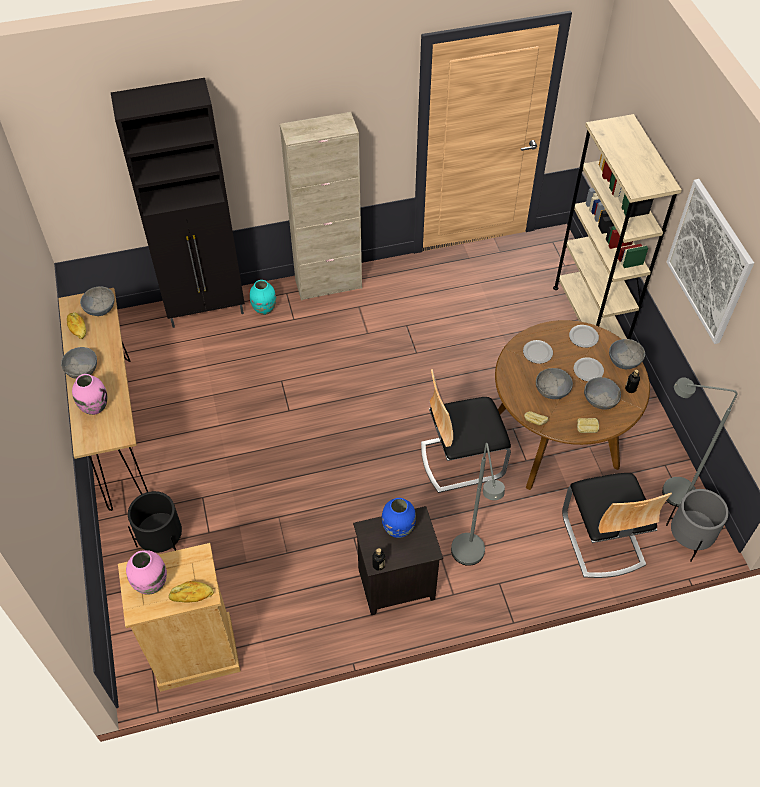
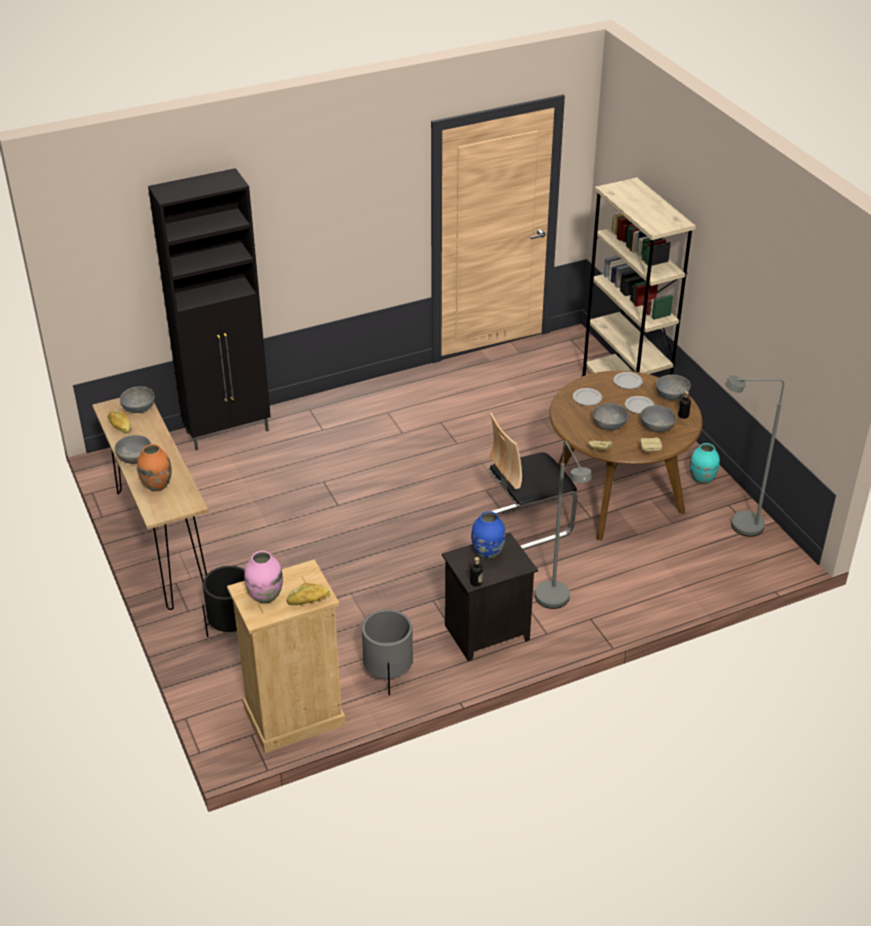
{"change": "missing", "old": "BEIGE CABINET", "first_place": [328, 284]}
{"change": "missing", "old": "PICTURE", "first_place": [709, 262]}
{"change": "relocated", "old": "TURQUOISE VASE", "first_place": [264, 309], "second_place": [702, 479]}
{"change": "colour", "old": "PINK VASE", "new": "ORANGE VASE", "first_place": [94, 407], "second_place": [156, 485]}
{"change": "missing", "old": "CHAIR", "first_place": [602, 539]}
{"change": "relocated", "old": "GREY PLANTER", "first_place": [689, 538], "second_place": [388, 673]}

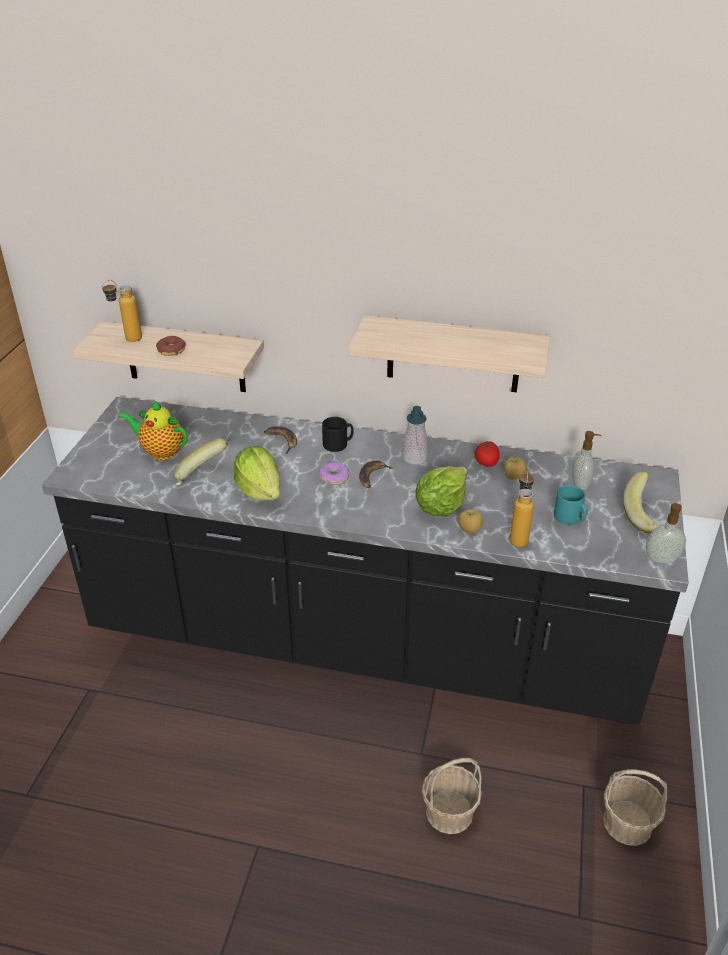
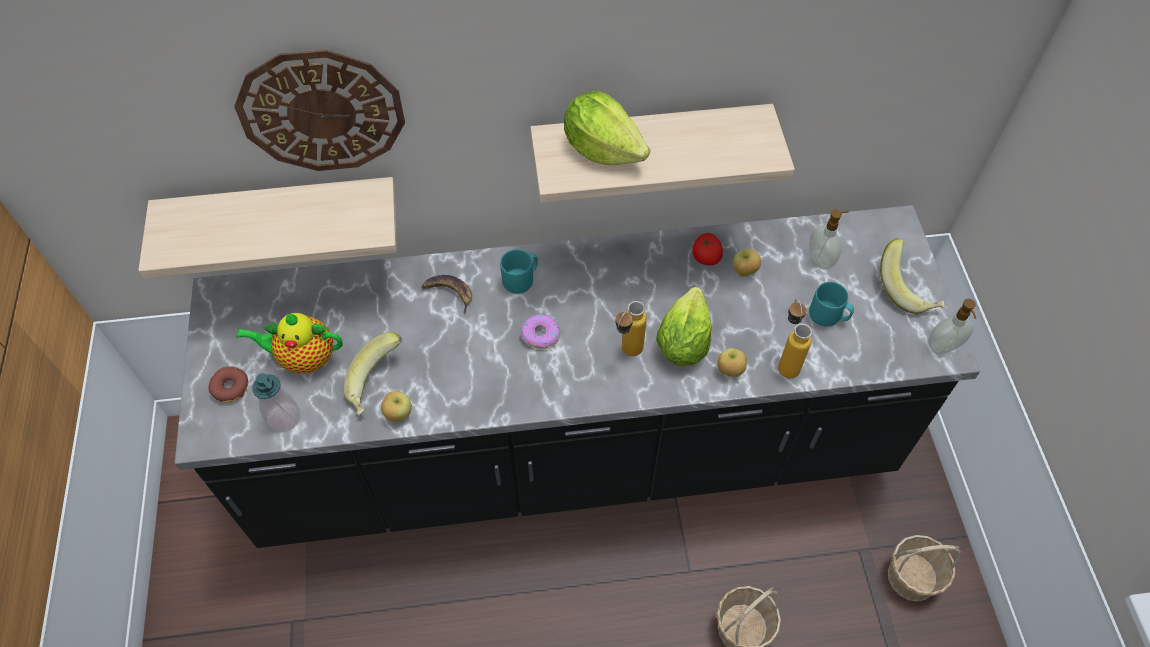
{"change": "relocated", "old": "BOTTLE", "first_place": [127, 340], "second_place": [627, 354]}
{"change": "relocated", "old": "DONUT", "first_place": [171, 350], "second_place": [231, 388]}
{"change": "relocated", "old": "SOAP DISPENSER", "first_place": [414, 458], "second_place": [283, 418]}
{"change": "colour", "old": "BLACK MUG", "new": "TURQUOISE MUG", "first_place": [338, 444], "second_place": [521, 279]}
{"change": "relocated", "old": "LETTUCE", "first_place": [260, 490], "second_place": [602, 149]}
{"change": "missing", "old": "BANANA", "first_place": [373, 476]}
{"change": "appeared", "new": "WALL CLOCK", "second_place": [321, 111]}
{"change": "appeared", "new": "APPLE", "second_place": [398, 413]}

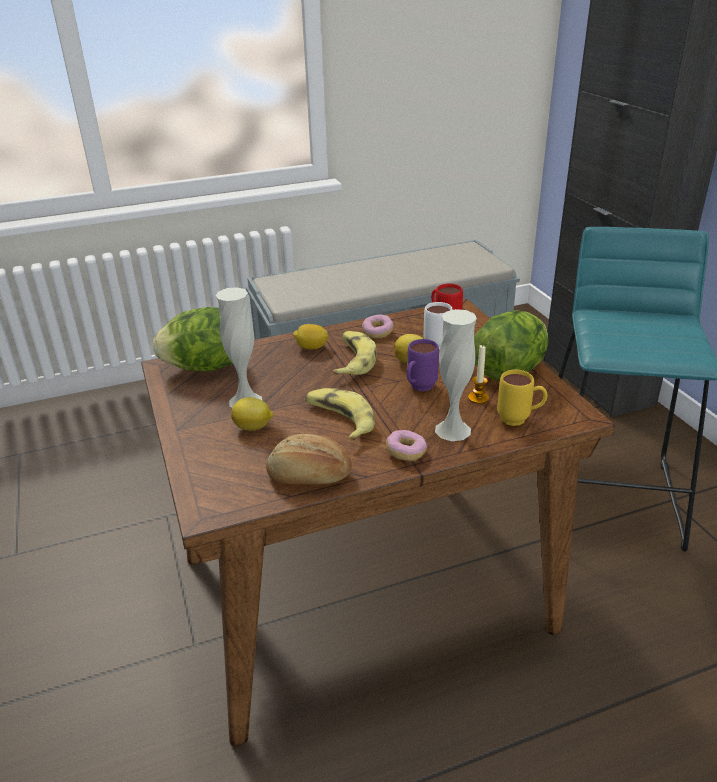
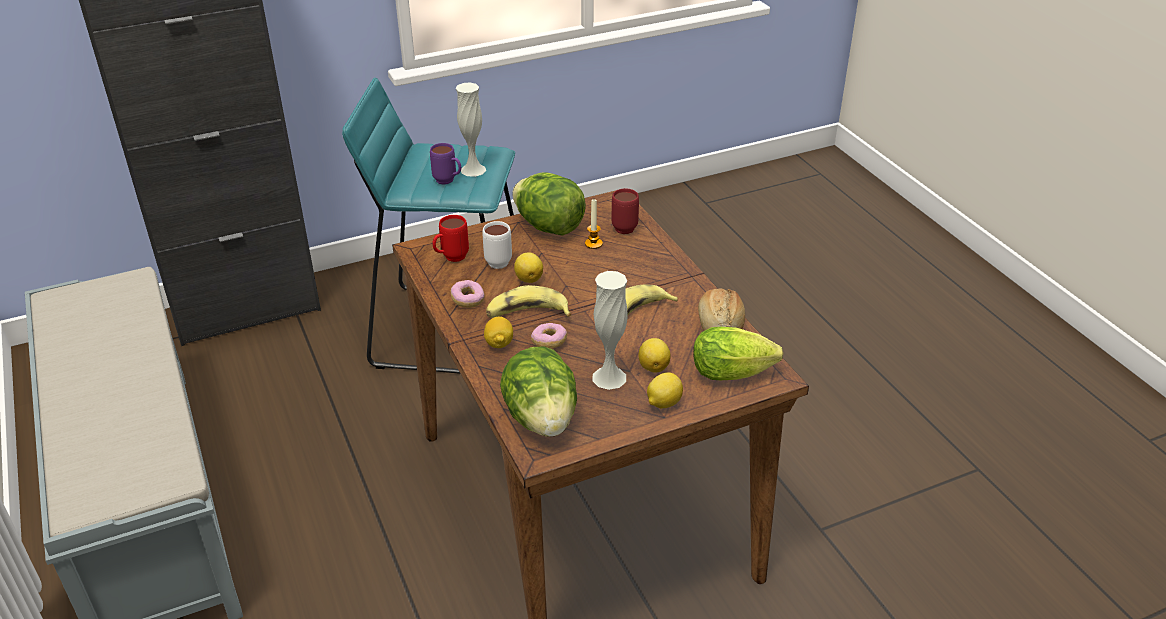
{"change": "relocated", "old": "WHITE VASE", "first_place": [453, 430], "second_place": [473, 170]}
{"change": "relocated", "old": "PURPLE MUG", "first_place": [418, 389], "second_place": [448, 181]}
{"change": "colour", "old": "YELLOW MUG", "new": "RED MUG", "first_place": [519, 420], "second_place": [625, 226]}
{"change": "relocated", "old": "DONUT", "first_place": [406, 452], "second_place": [549, 342]}
{"change": "appeared", "new": "LETTUCE", "second_place": [736, 373]}
{"change": "appeared", "new": "LEMON", "second_place": [663, 403]}

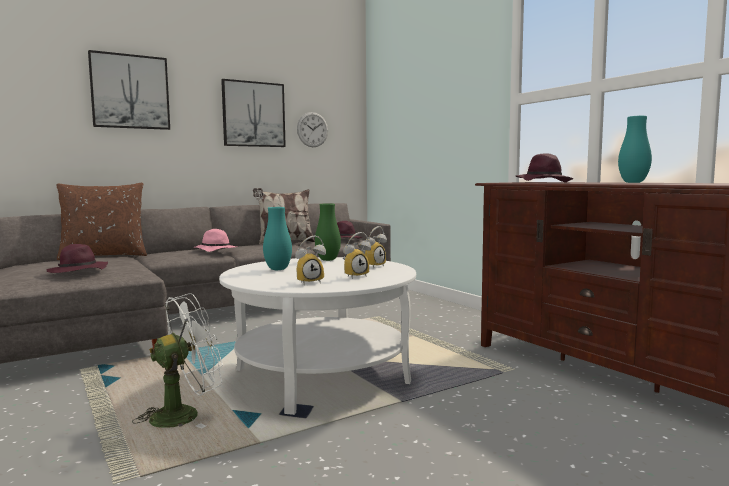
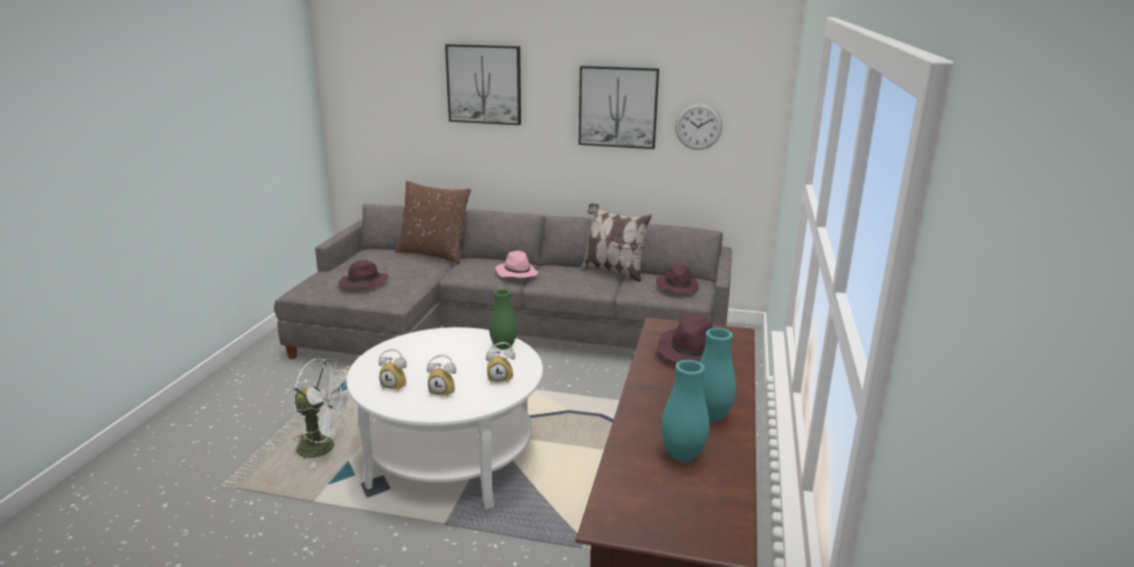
{"change": "relocated", "old": "TURQUOISE VASE", "first_place": [278, 269], "second_place": [682, 455]}

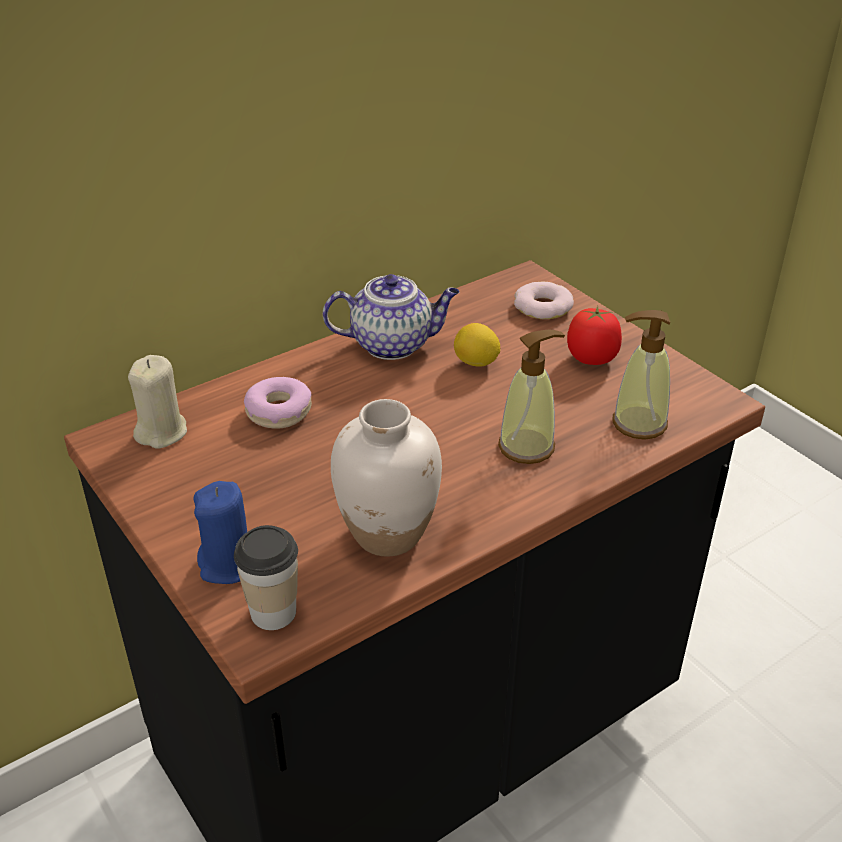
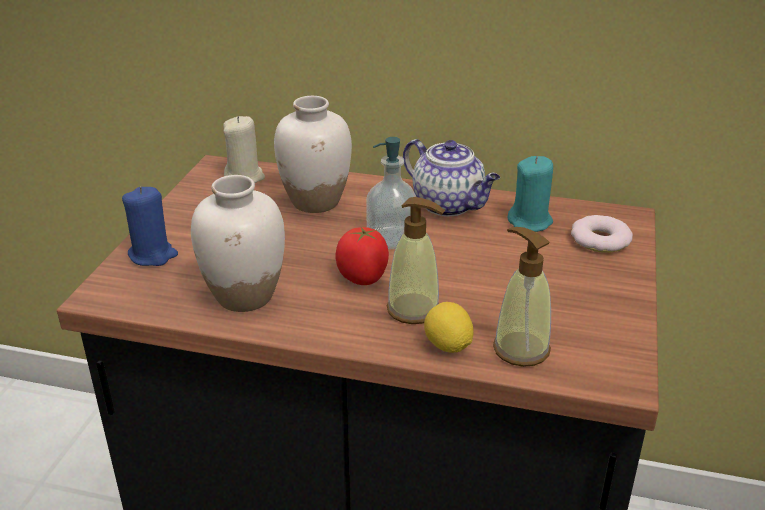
{"change": "relocated", "old": "TOMATO", "first_place": [592, 358], "second_place": [363, 278]}
{"change": "relocated", "old": "LEMON", "first_place": [476, 363], "second_place": [447, 346]}
{"change": "exchanged", "old": "DONUT", "new": "WHITE VASE", "first_place": [279, 411], "second_place": [316, 202]}
{"change": "missing", "old": "CUP", "first_place": [273, 612]}
{"change": "appeared", "new": "SOAP DISPENSER", "second_place": [392, 240]}
{"change": "appeared", "new": "TURQUOISE CANDLE", "second_place": [530, 222]}

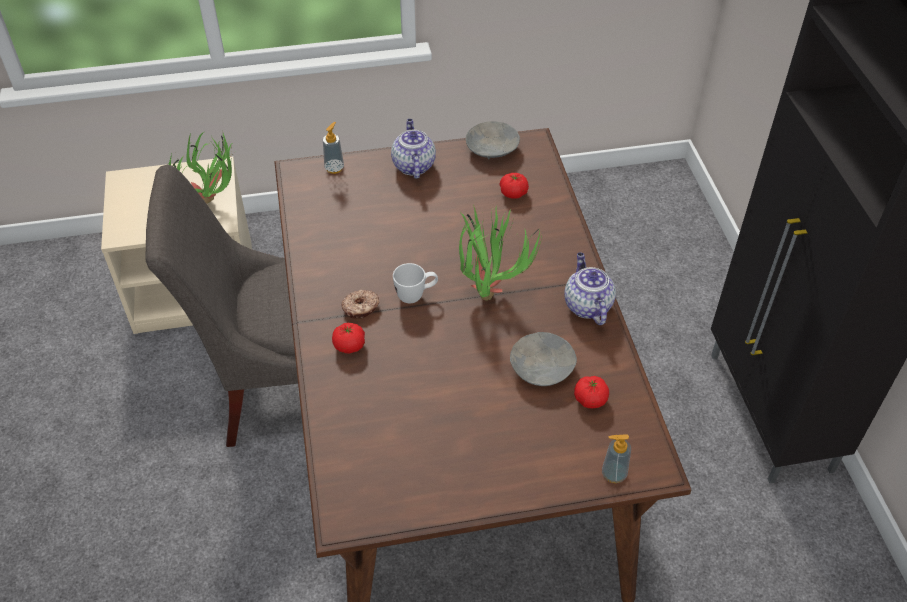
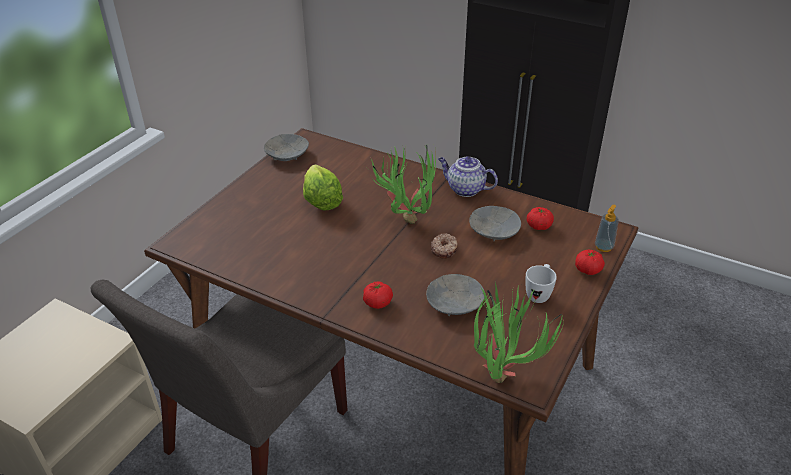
{"change": "missing", "old": "TEAPOT", "first_place": [413, 165]}
{"change": "missing", "old": "SOAP DISPENSER", "first_place": [334, 168]}
{"change": "relocated", "old": "POTTED PLANT", "first_place": [215, 202], "second_place": [503, 371]}
{"change": "relocated", "old": "TOMATO", "first_place": [513, 193], "second_place": [588, 270]}
{"change": "relocated", "old": "WHITE MUG", "first_place": [416, 295], "second_place": [539, 294]}
{"change": "relocated", "old": "DONUT", "first_place": [361, 308], "second_place": [444, 249]}
{"change": "appeared", "new": "LETTUCE", "second_place": [321, 200]}
{"change": "appeared", "new": "GREY BOWL", "second_place": [454, 303]}

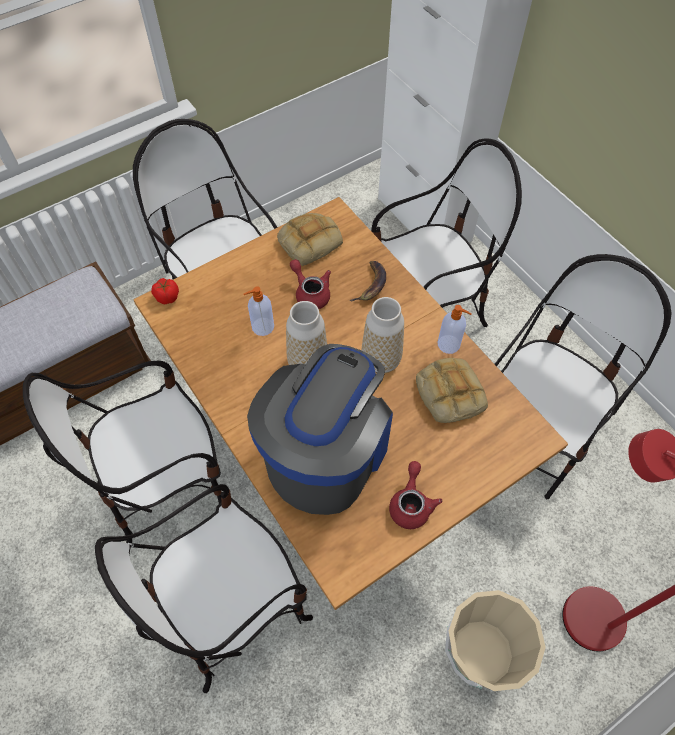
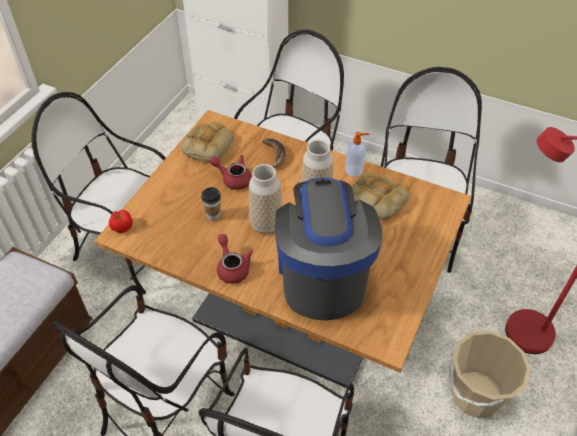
{"change": "exchanged", "old": "SOAP DISPENSER", "new": "CUP", "first_place": [262, 327], "second_place": [213, 215]}
{"change": "relocated", "old": "RED TEAPOT", "first_place": [411, 504], "second_place": [232, 267]}

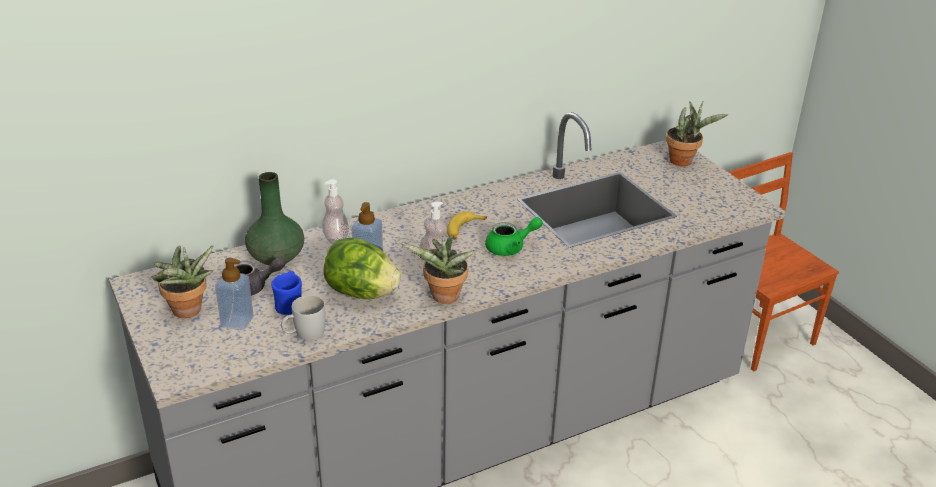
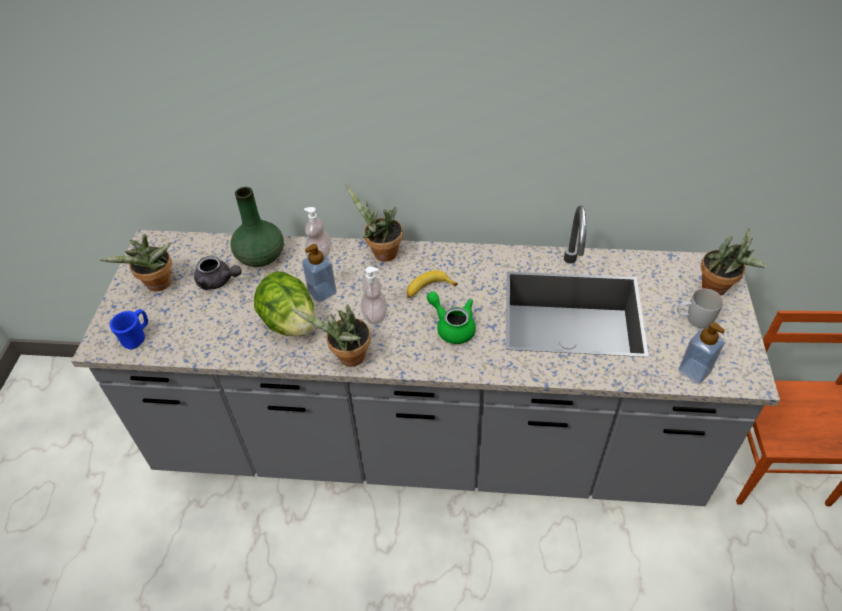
{"change": "spun", "old": "GREEN TEAPOT", "first_place": [510, 248], "second_place": [452, 327], "degrees": -150}
{"change": "relocated", "old": "SOAP DISPENSER", "first_place": [237, 321], "second_place": [694, 371]}
{"change": "relocated", "old": "BLUE MUG", "first_place": [290, 305], "second_place": [137, 337]}
{"change": "relocated", "old": "WHITE MUG", "first_place": [304, 334], "second_place": [693, 319]}
{"change": "appeared", "new": "POTTED PLANT", "second_place": [381, 253]}

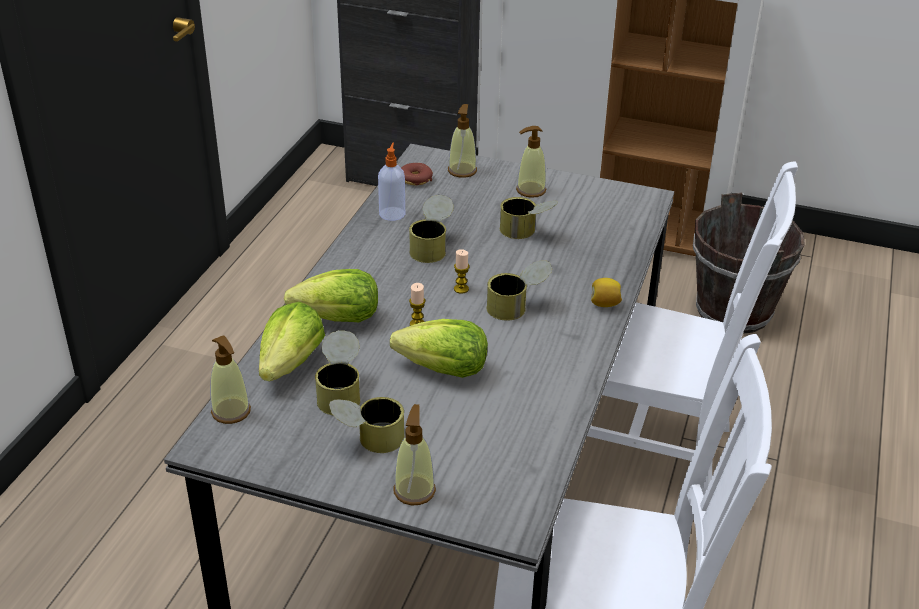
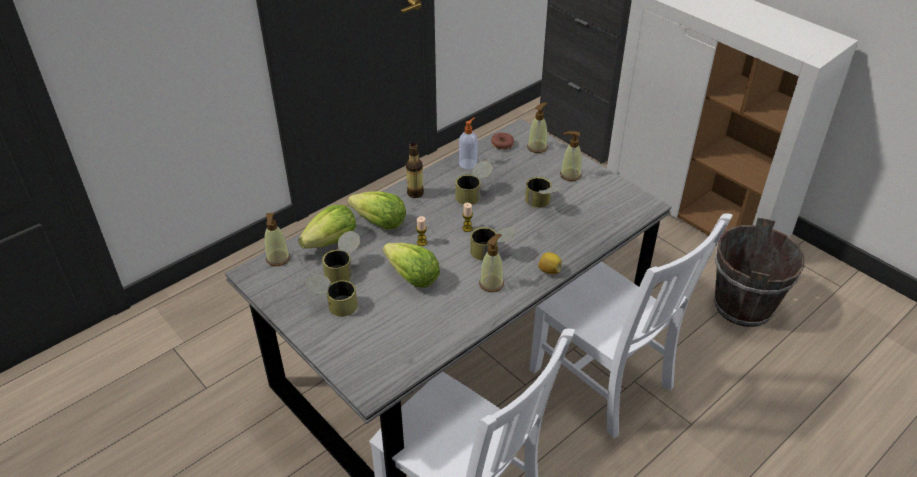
{"change": "relocated", "old": "SOAP DISPENSER", "first_place": [414, 490], "second_place": [491, 283]}
{"change": "appeared", "new": "BOTTLE", "second_place": [415, 193]}

